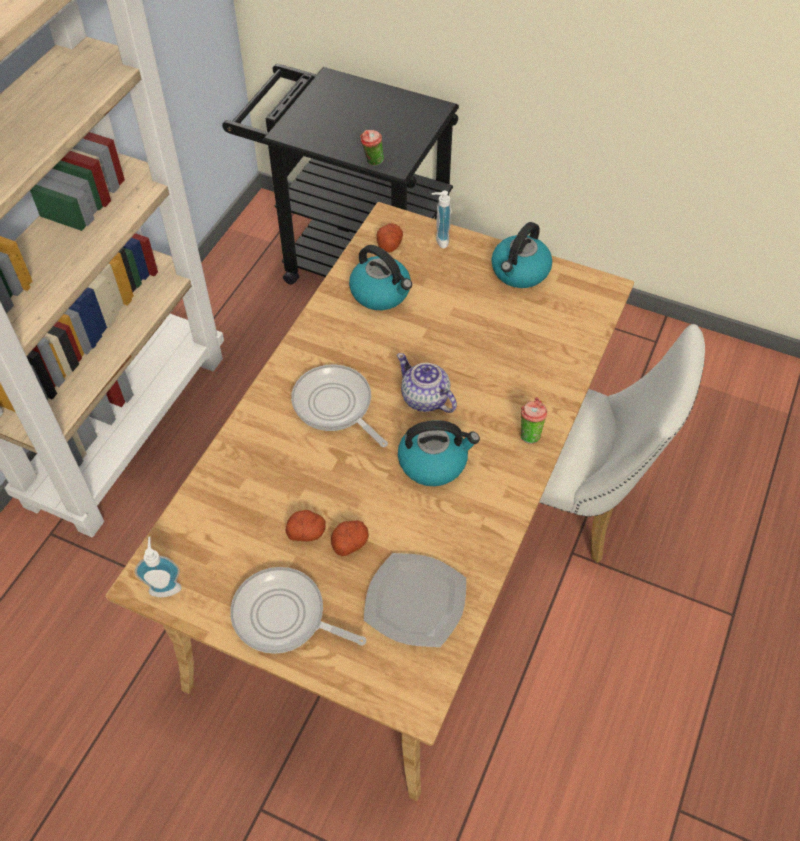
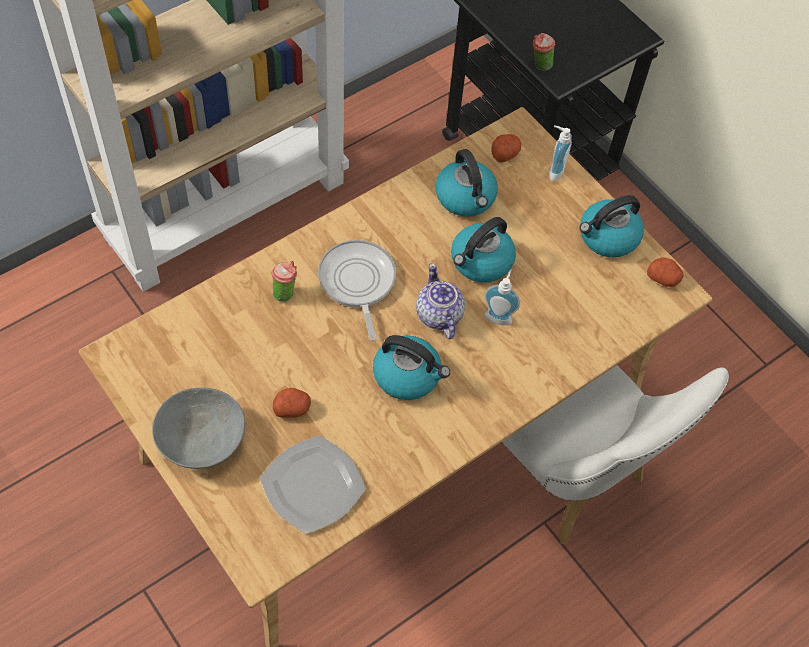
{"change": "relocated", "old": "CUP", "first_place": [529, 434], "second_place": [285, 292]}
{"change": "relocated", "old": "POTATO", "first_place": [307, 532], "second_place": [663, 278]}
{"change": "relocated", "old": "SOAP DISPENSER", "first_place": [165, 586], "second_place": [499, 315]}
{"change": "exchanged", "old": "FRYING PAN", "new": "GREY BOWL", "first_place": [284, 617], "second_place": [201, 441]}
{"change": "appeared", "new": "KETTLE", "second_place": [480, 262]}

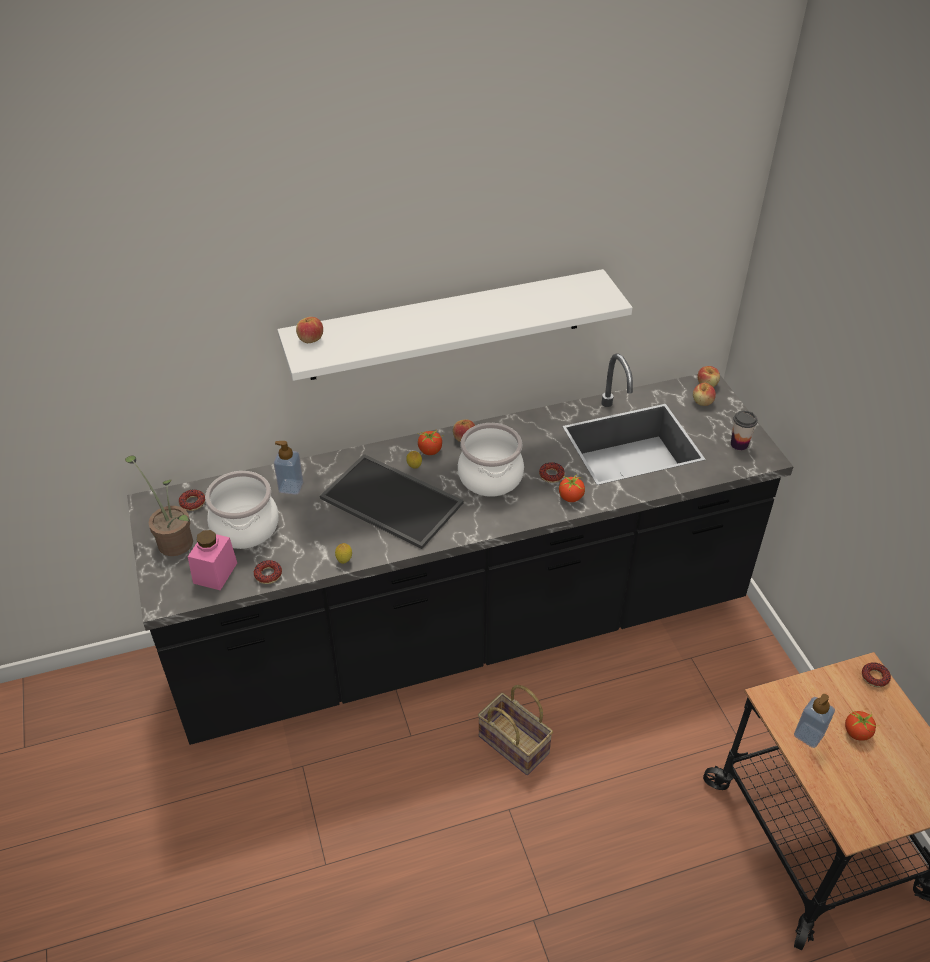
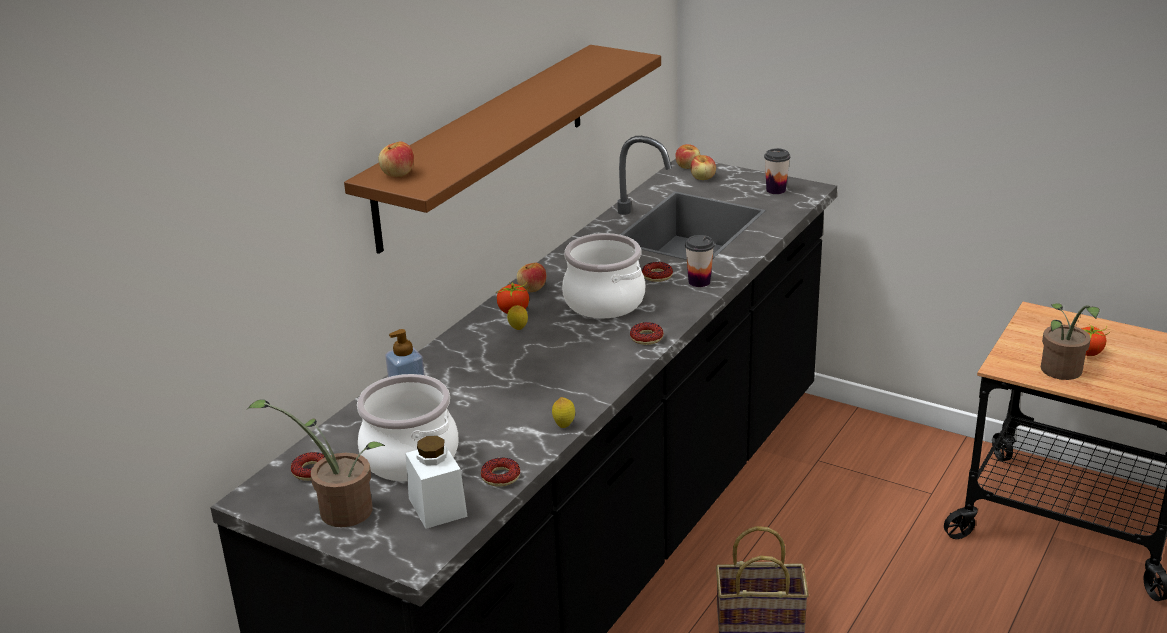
{"change": "colour", "old": "WHITE SHELF", "new": "BROWN SHELF", "first_place": [446, 325], "second_place": [484, 144]}
{"change": "missing", "old": "TRAY", "first_place": [394, 500]}
{"change": "exchanged", "old": "TOMATO", "new": "CUP", "first_place": [570, 497], "second_place": [699, 282]}
{"change": "colour", "old": "PINK JAR", "new": "WHITE JAR", "first_place": [215, 573], "second_place": [437, 507]}
{"change": "relocated", "old": "DONUT", "first_place": [874, 677], "second_place": [646, 338]}
{"change": "exchanged", "old": "SOAP DISPENSER", "new": "POTTED PLANT", "first_place": [808, 735], "second_place": [1061, 372]}

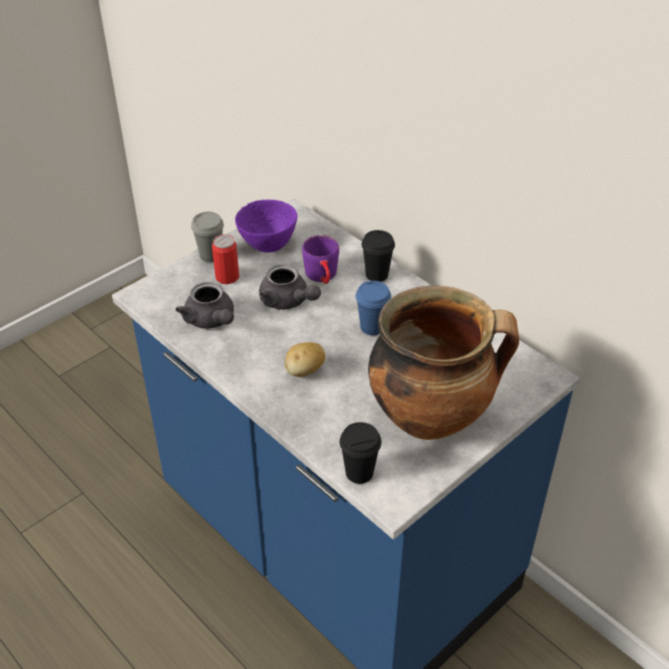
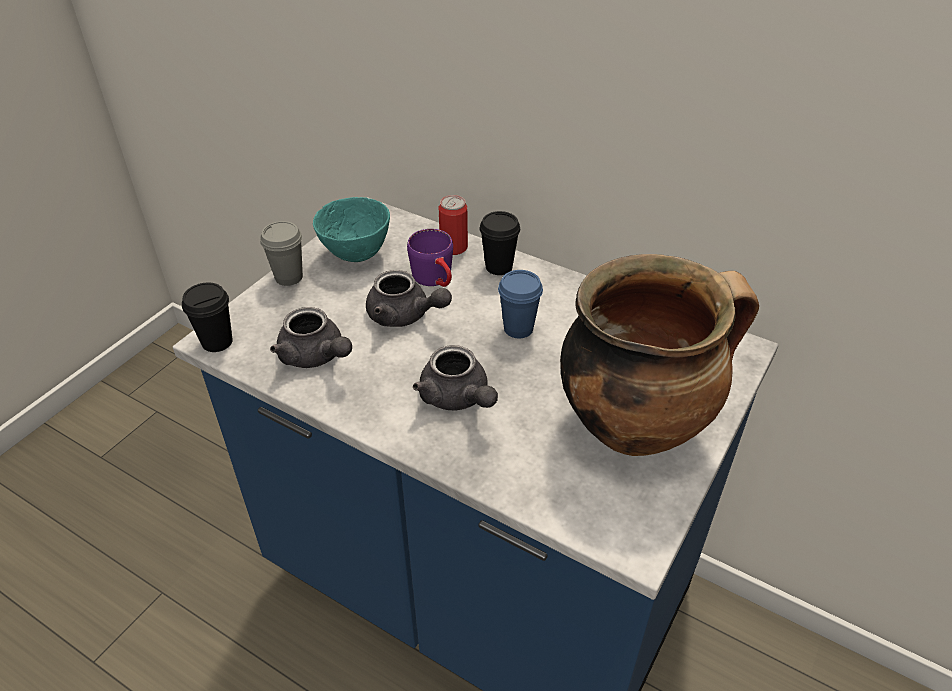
{"change": "colour", "old": "PURPLE BOWL", "new": "TURQUOISE BOWL", "first_place": [269, 246], "second_place": [357, 255]}
{"change": "relocated", "old": "CAN", "first_place": [227, 277], "second_place": [453, 247]}
{"change": "exchanged", "old": "POTATO", "new": "GREY TEAPOT", "first_place": [304, 371], "second_place": [457, 398]}
{"change": "relocated", "old": "BLACK CUP", "first_place": [359, 473], "second_place": [217, 342]}

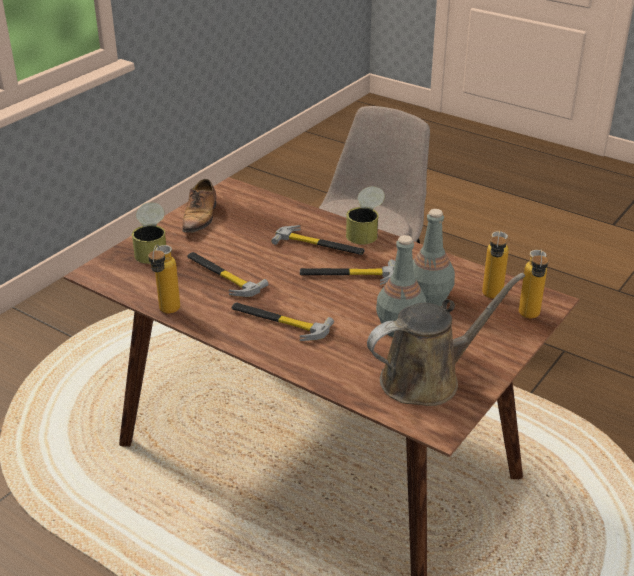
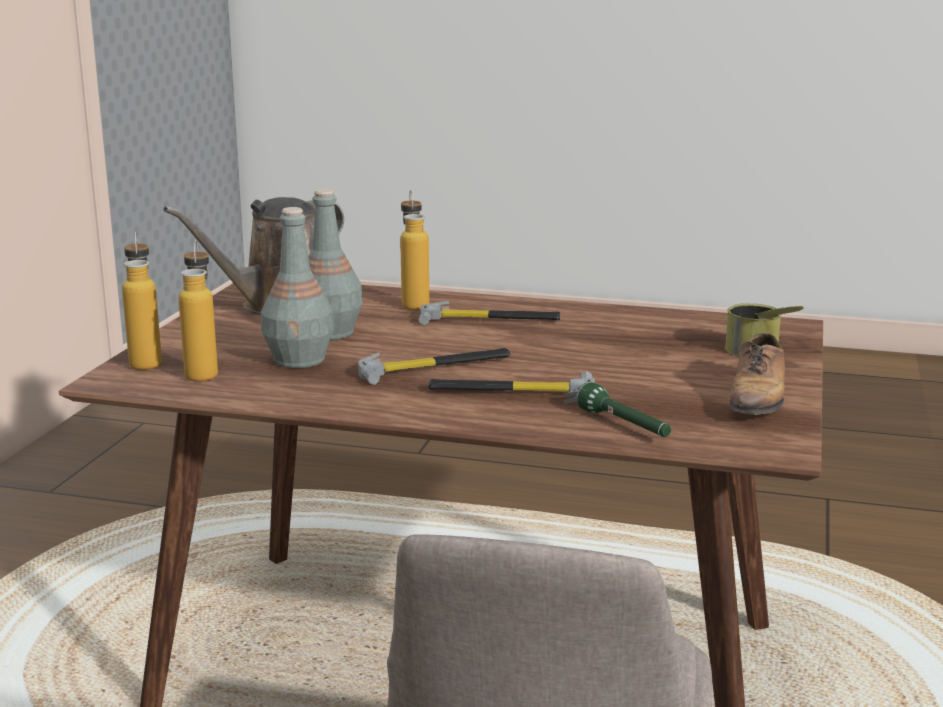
{"change": "spun", "old": "SHOE", "first_place": [200, 217], "second_place": [757, 398], "degrees": -150}
{"change": "missing", "old": "CAN", "first_place": [365, 231]}
{"change": "relocated", "old": "BOTTLE", "first_place": [167, 313], "second_place": [414, 303]}
{"change": "missing", "old": "HAMMER", "first_place": [222, 276]}
{"change": "appeared", "new": "GREEN FLASHLIGHT", "second_place": [624, 426]}

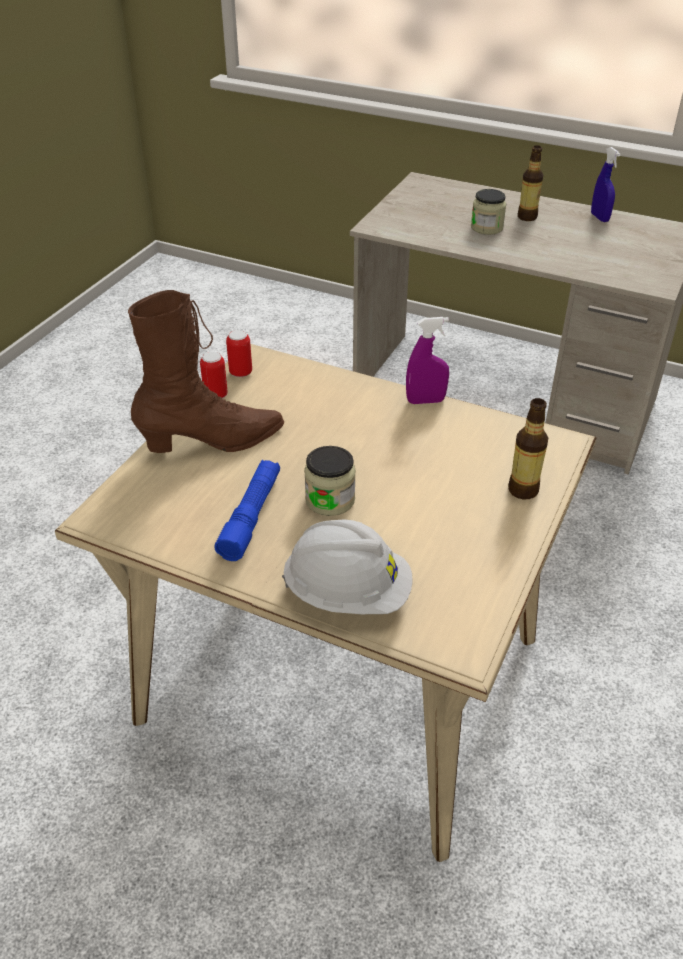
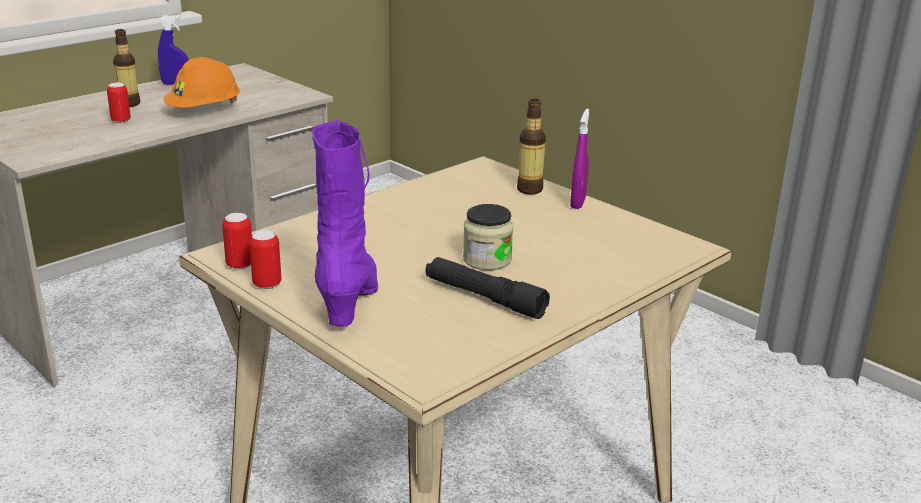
{"change": "exchanged", "old": "JAR", "new": "CAN", "first_place": [487, 227], "second_place": [121, 121]}
{"change": "colour", "old": "BROWN BOOT", "new": "PURPLE BOOT", "first_place": [213, 442], "second_place": [350, 298]}
{"change": "relocated", "old": "PURPLE SPRAY BOTTLE", "first_place": [425, 401], "second_place": [578, 203]}
{"change": "colour", "old": "BLUE FLASHLIGHT", "new": "BLACK FLASHLIGHT", "first_place": [251, 516], "second_place": [484, 298]}
{"change": "missing", "old": "WHITE HARD HAT", "first_place": [348, 593]}
{"change": "appeared", "new": "ORANGE HARD HAT", "second_place": [204, 111]}

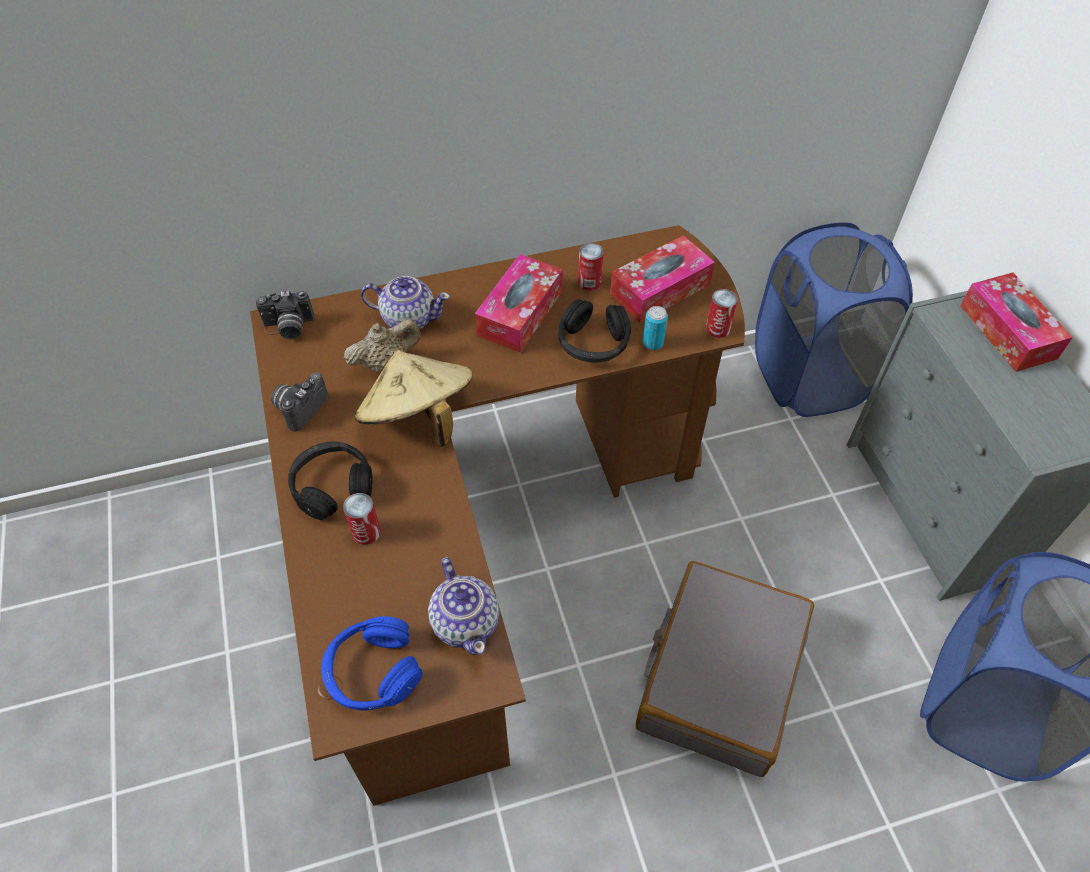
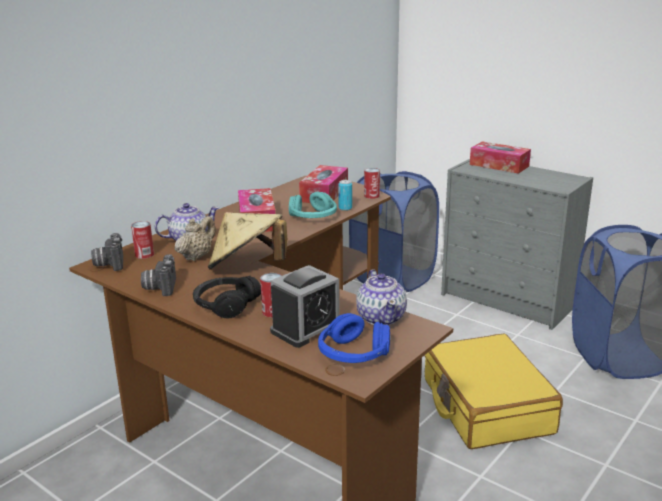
{"change": "relocated", "old": "CAN", "first_place": [589, 282], "second_place": [144, 254]}
{"change": "spun", "old": "PHOTO CAMERA", "first_place": [289, 327], "second_place": [109, 264], "degrees": 120}
{"change": "colour", "old": "BLACK HEADPHONES", "new": "TURQUOISE HEADPHONES", "first_place": [593, 343], "second_place": [313, 217]}
{"change": "spun", "old": "TEAPOT", "first_place": [466, 622], "second_place": [381, 317], "degrees": 45}
{"change": "colour", "old": "GREY SUITCASE", "new": "YELLOW SUITCASE", "first_place": [719, 676], "second_place": [486, 406]}
{"change": "appeared", "new": "ALARM CLOCK", "second_place": [306, 329]}

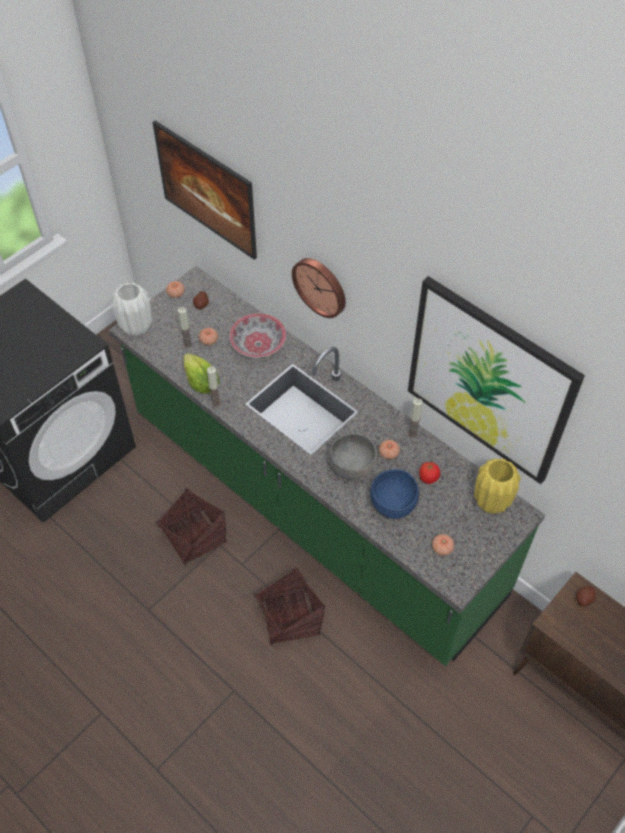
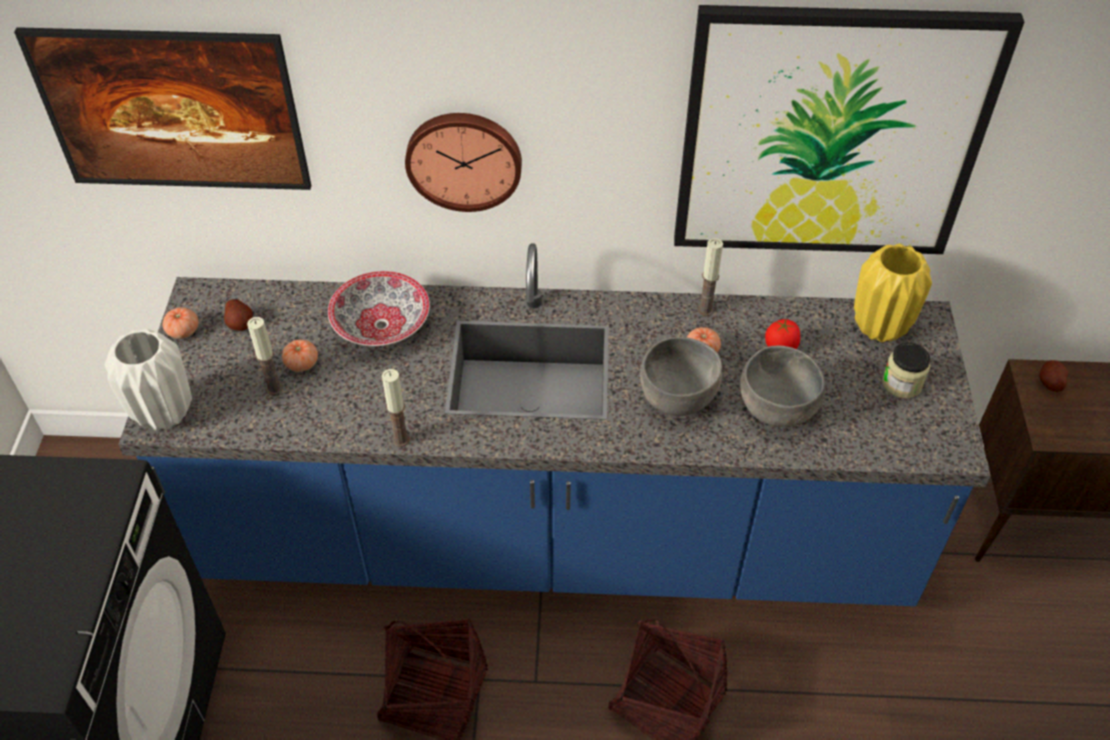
{"change": "colour", "old": "GREEN COUNTER", "new": "BLUE COUNTER", "first_place": [312, 506], "second_place": [555, 537]}
{"change": "missing", "old": "LETTUCE", "first_place": [200, 382]}
{"change": "colour", "old": "BLUE BOWL", "new": "GREY BOWL", "first_place": [392, 505], "second_place": [775, 410]}
{"change": "missing", "old": "TOMATO", "first_place": [442, 548]}
{"change": "appeared", "new": "JAR", "second_place": [902, 383]}

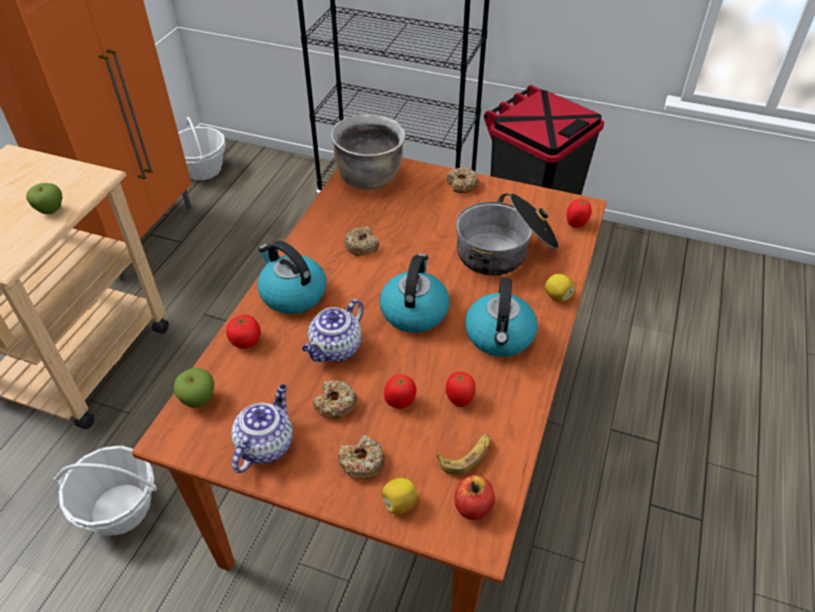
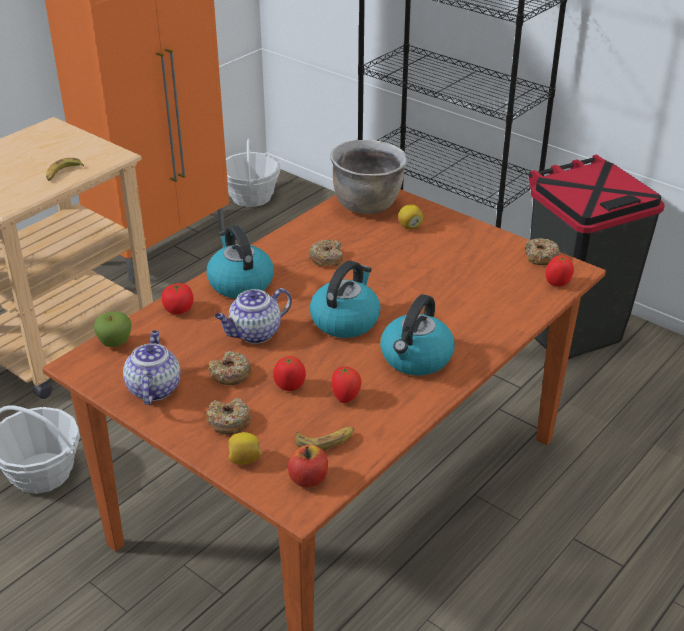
{"change": "relocated", "old": "DONUT", "first_place": [462, 185], "second_place": [540, 257]}
{"change": "exchanged", "old": "APPLE", "new": "BANANA", "first_place": [50, 210], "second_place": [63, 173]}
{"change": "missing", "old": "COOKING POT", "first_place": [505, 250]}
{"change": "relocated", "old": "LEMON", "first_place": [557, 296], "second_place": [409, 226]}
{"change": "spun", "old": "TEAPOT", "first_place": [265, 444], "second_place": [153, 388], "degrees": -45}

